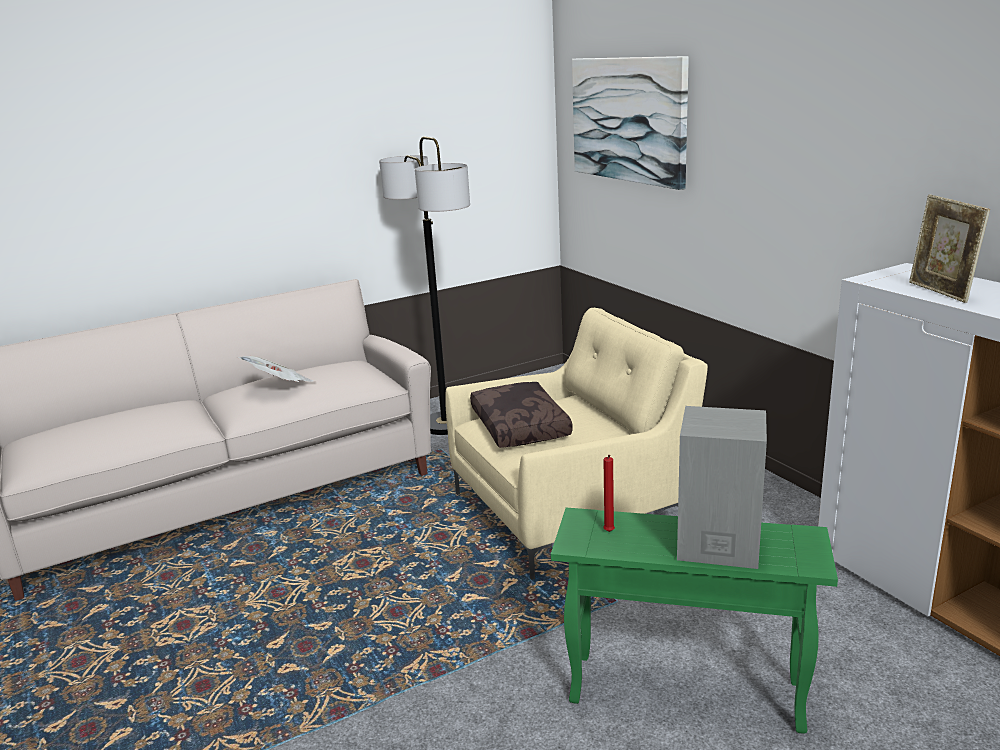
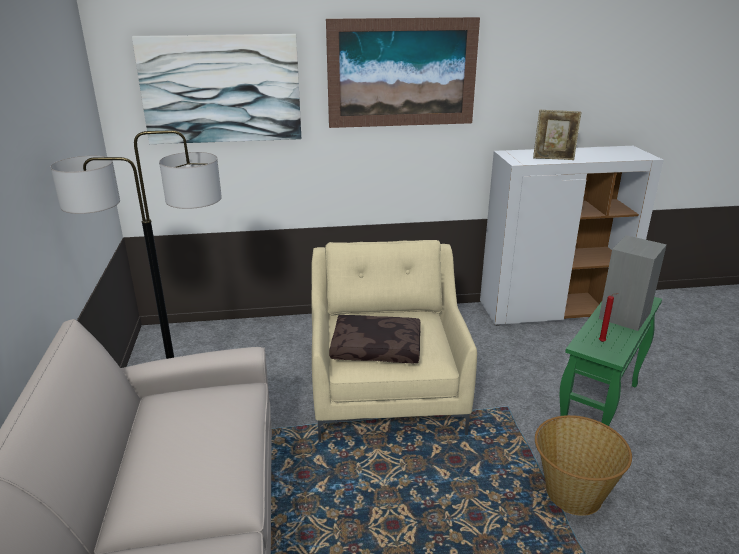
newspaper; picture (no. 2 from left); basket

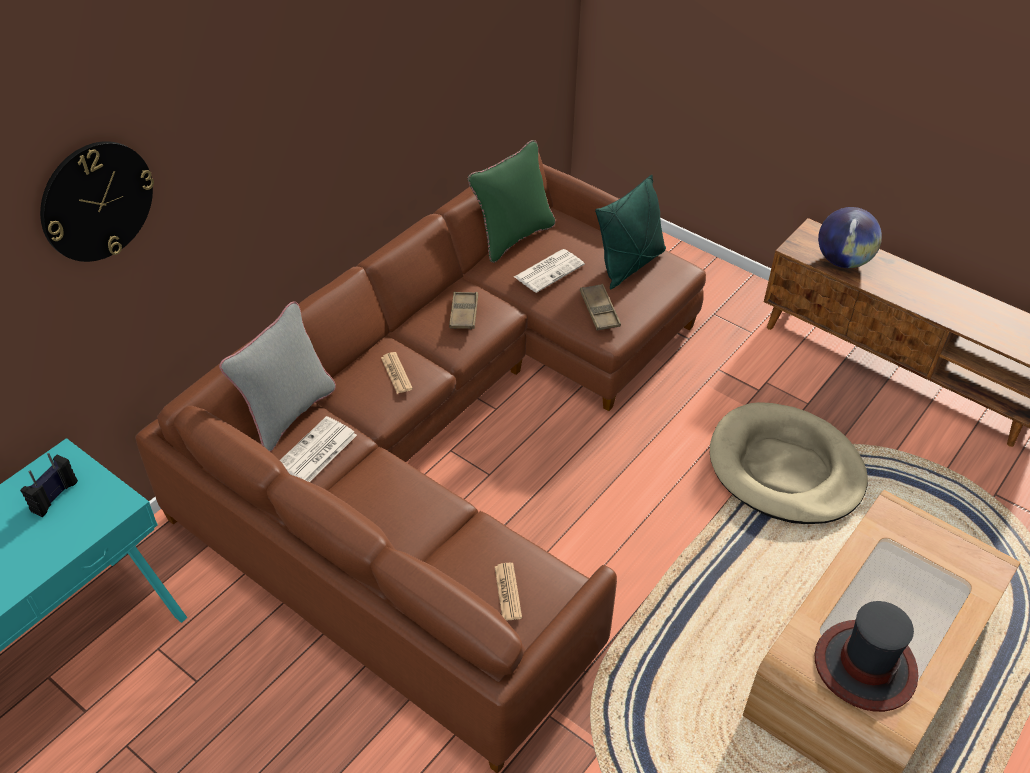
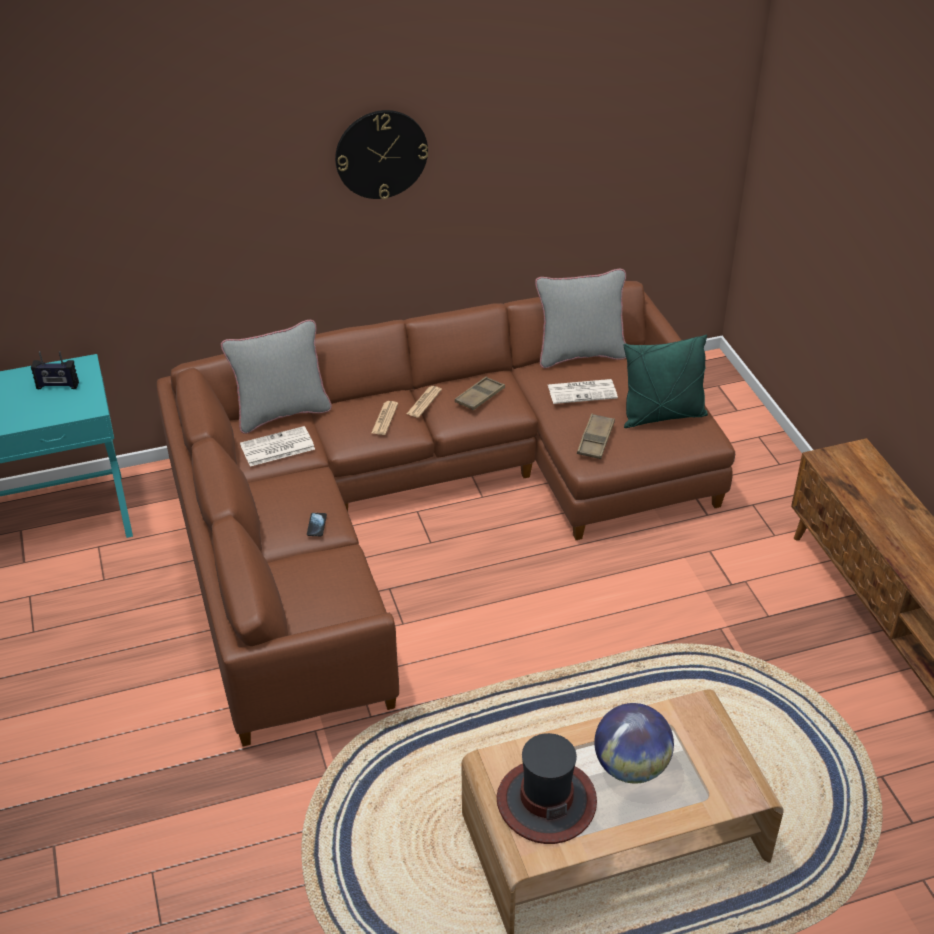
radio; wall clock; grey pillow (no. 2 from left); newspaper (no. 3 from left); beige dog bed; globe; phone

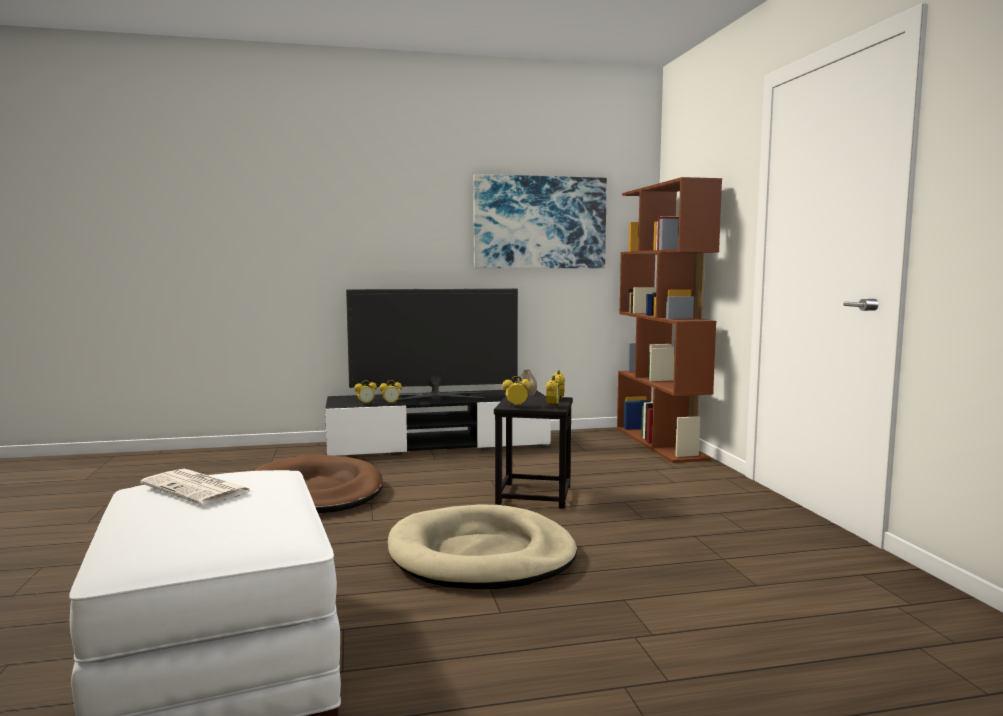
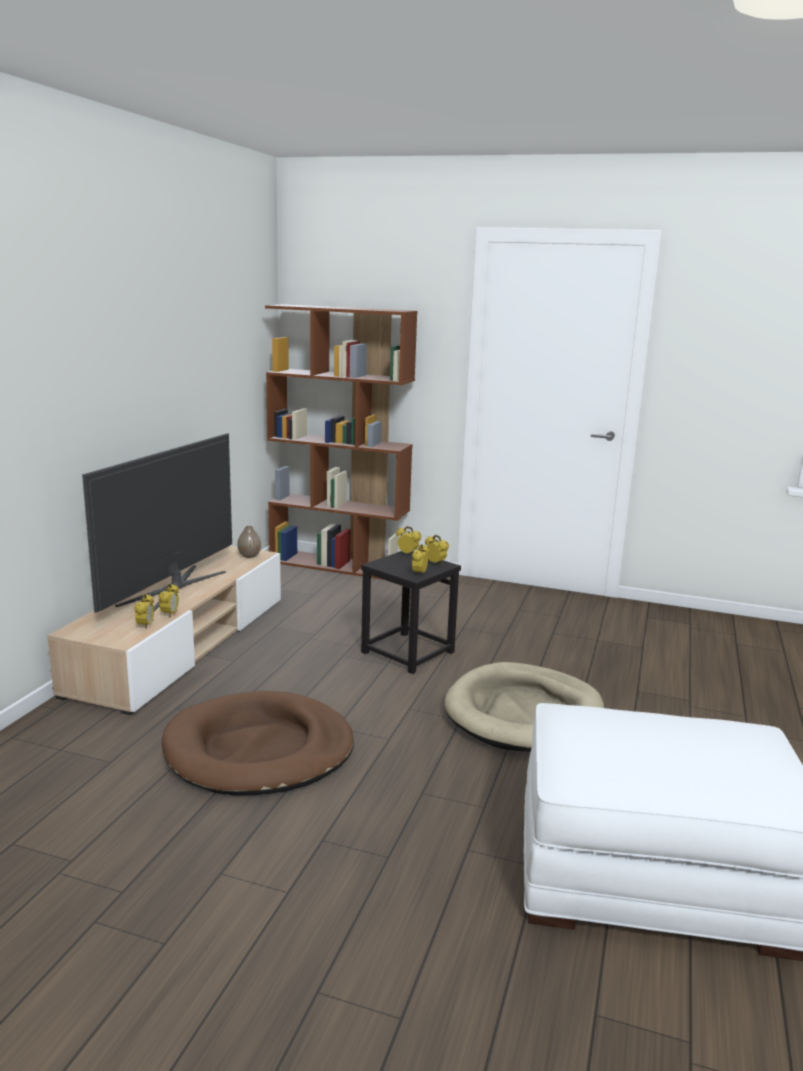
newspaper; beige tv stand; picture

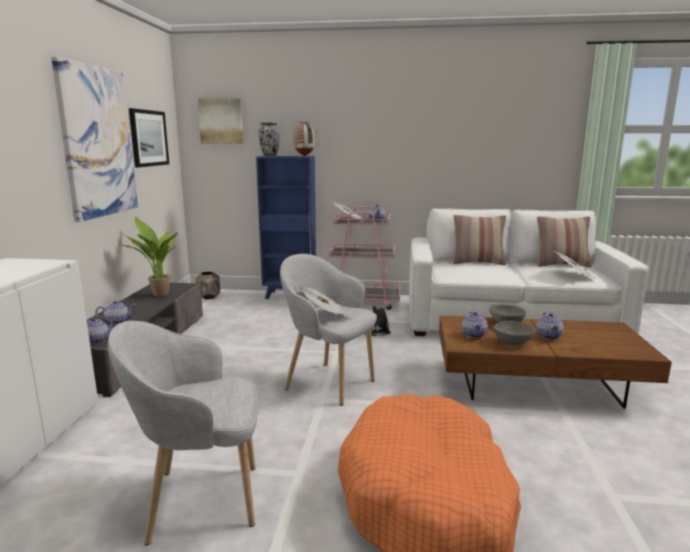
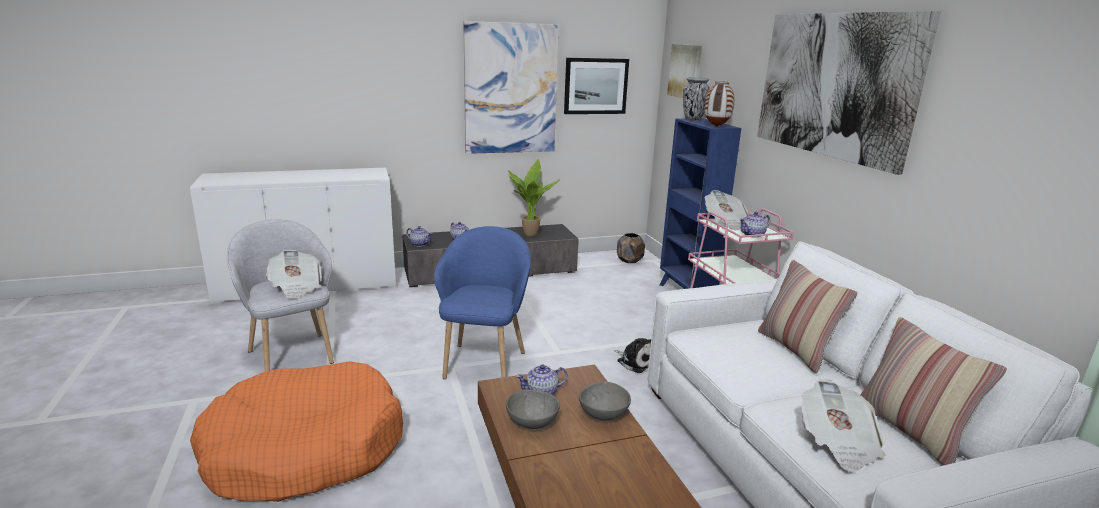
blue armchair; newspaper (no. 1 from left); teapot (no. 5 from left in the first image); picture (no. 4 from left)

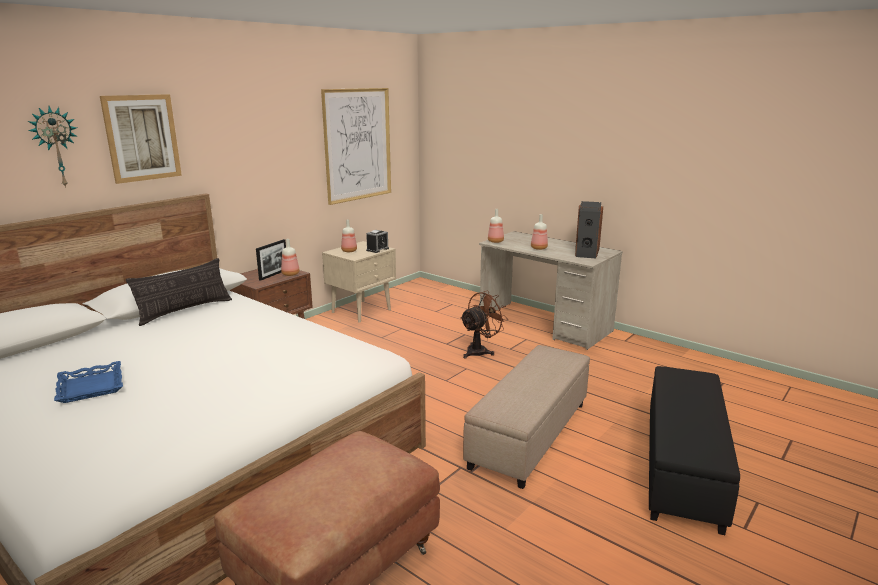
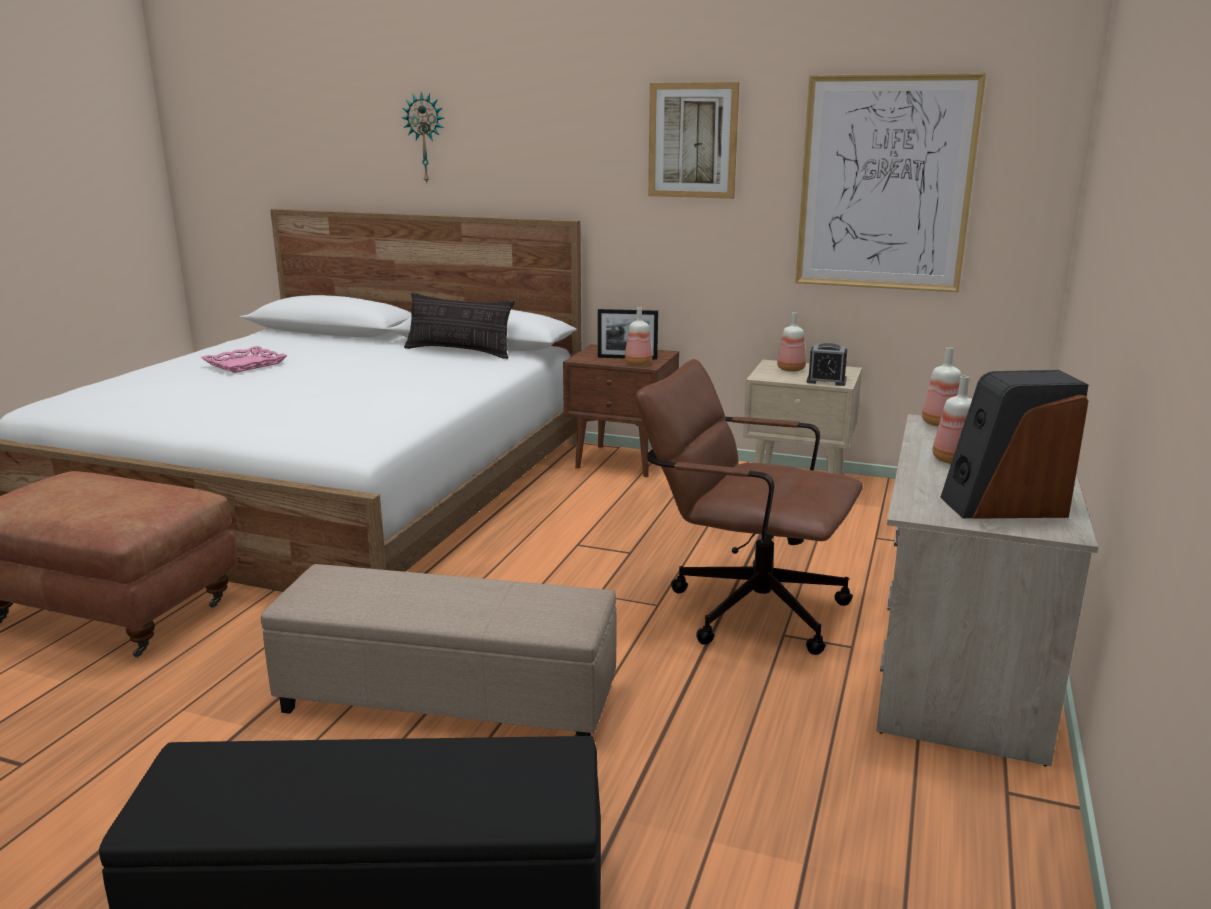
pink tray; picture (no. 1 from left); brown office chair

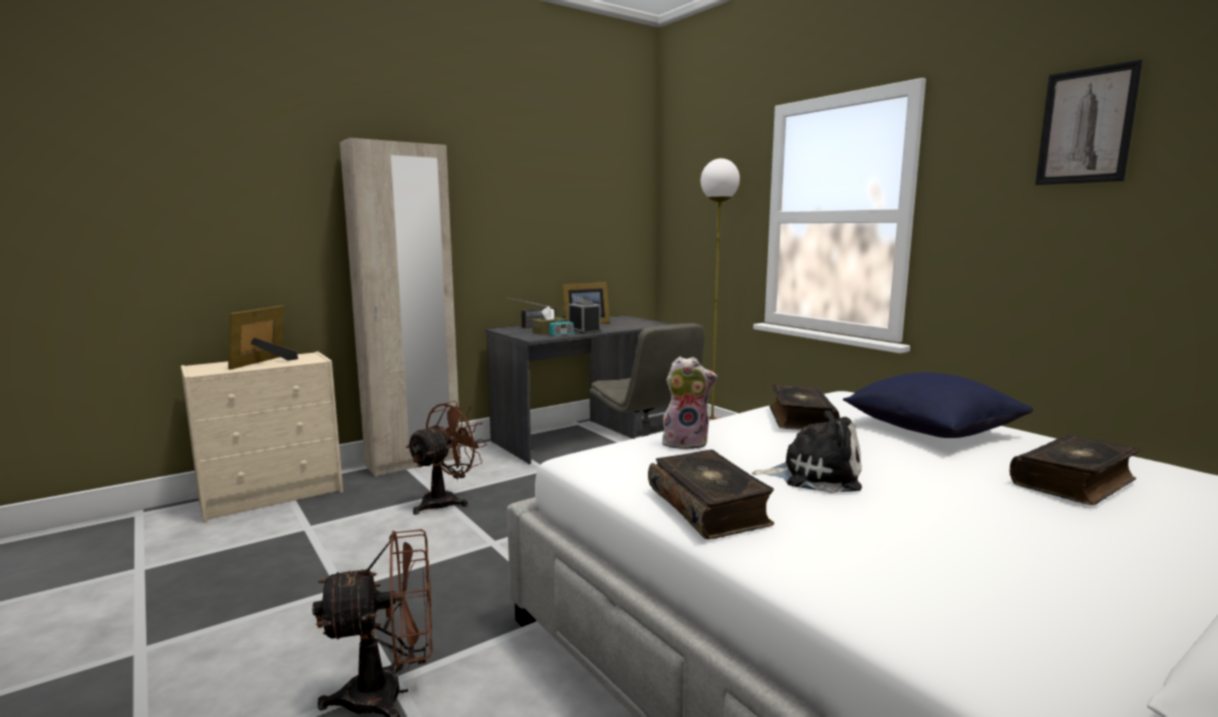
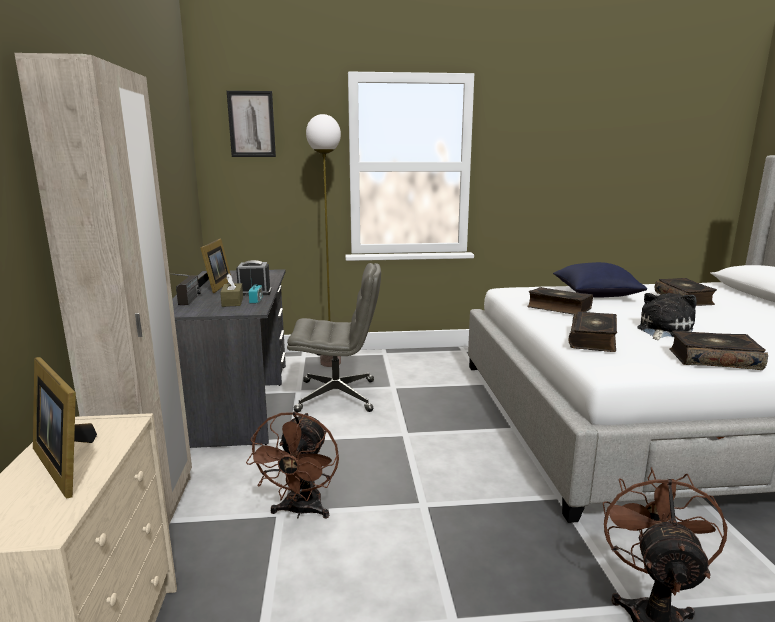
brown fan (no. 1 from left); book (no. 2 from left); picture

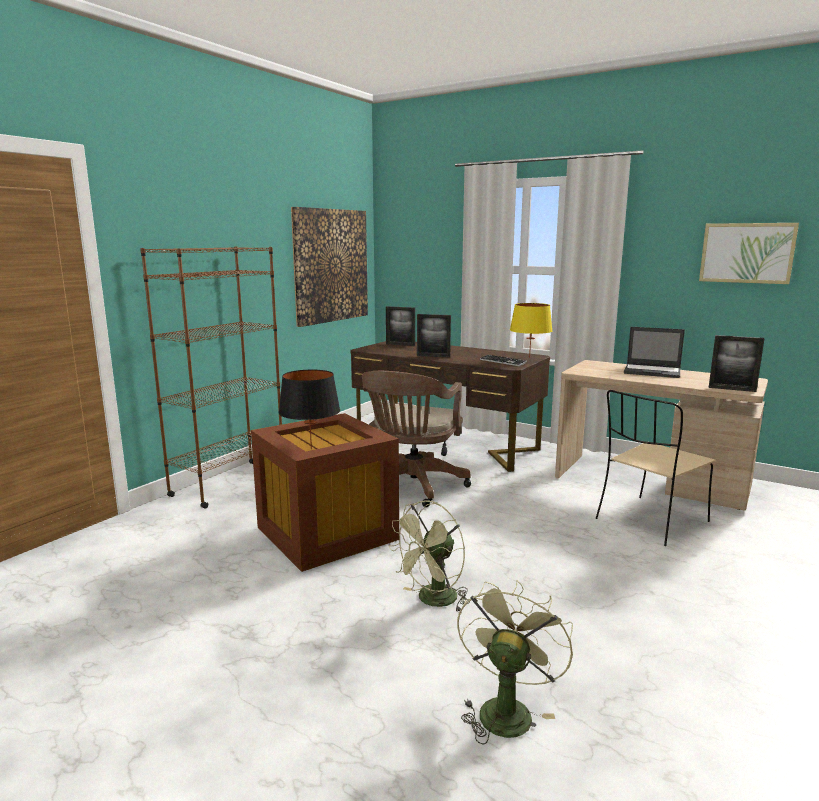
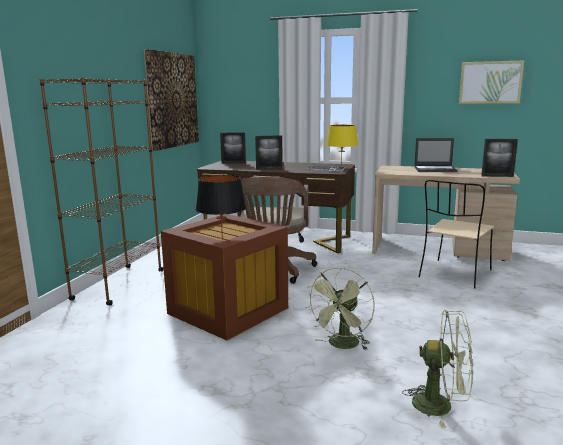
green fan (no. 2 from left)

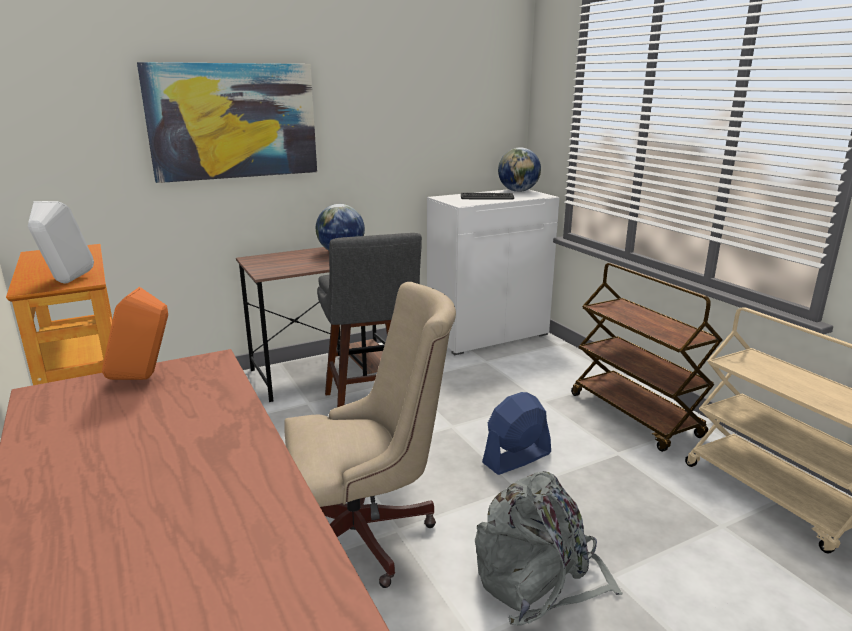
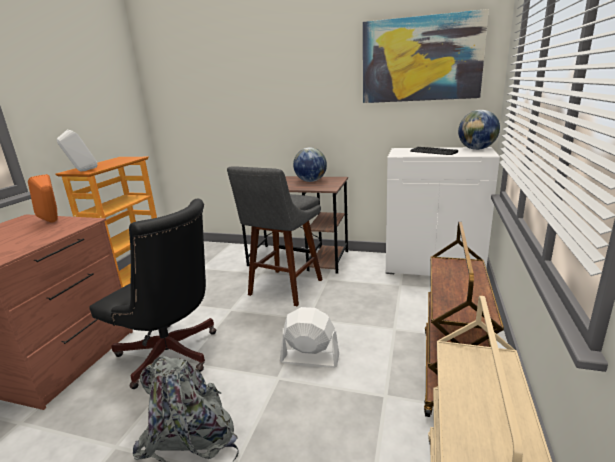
picture; black office chair; white fan

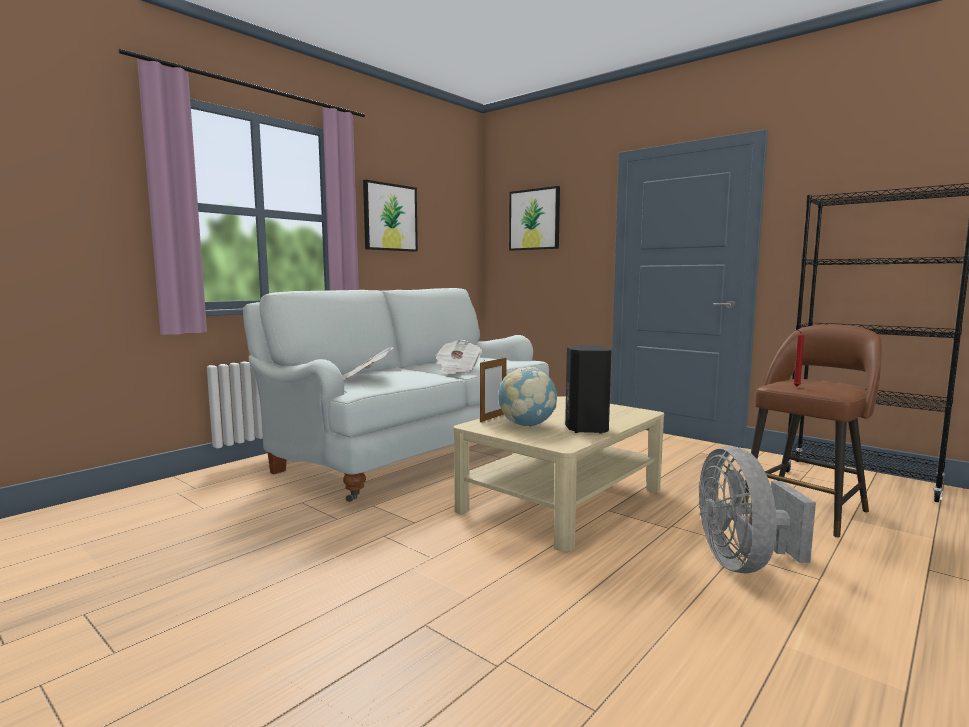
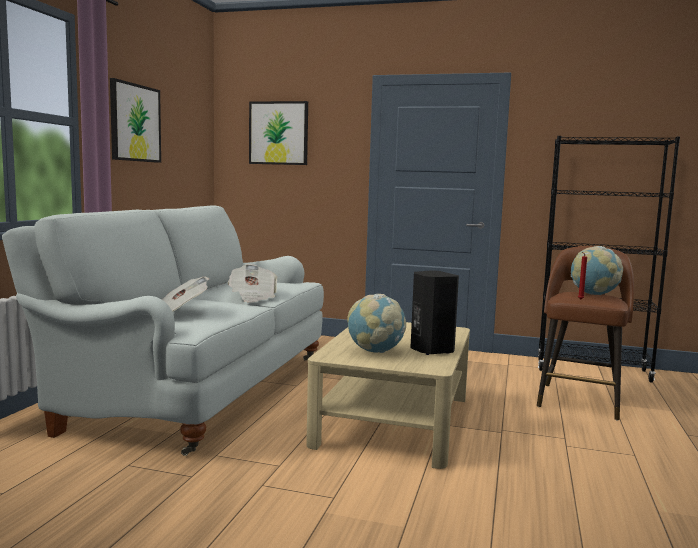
picture frame; grey fan; globe (no. 2 from left)

